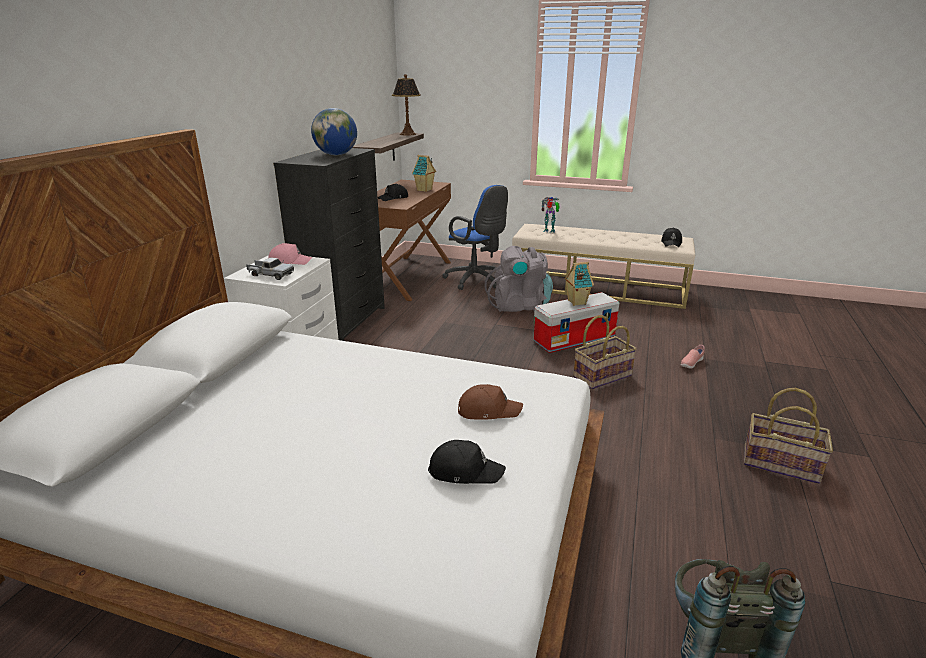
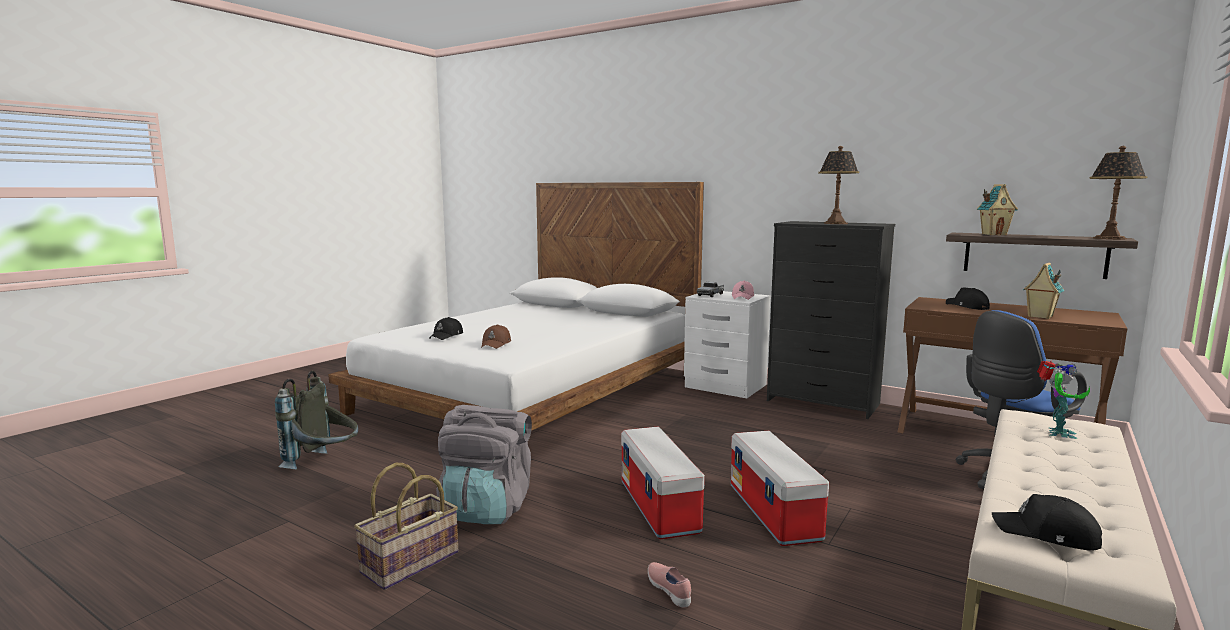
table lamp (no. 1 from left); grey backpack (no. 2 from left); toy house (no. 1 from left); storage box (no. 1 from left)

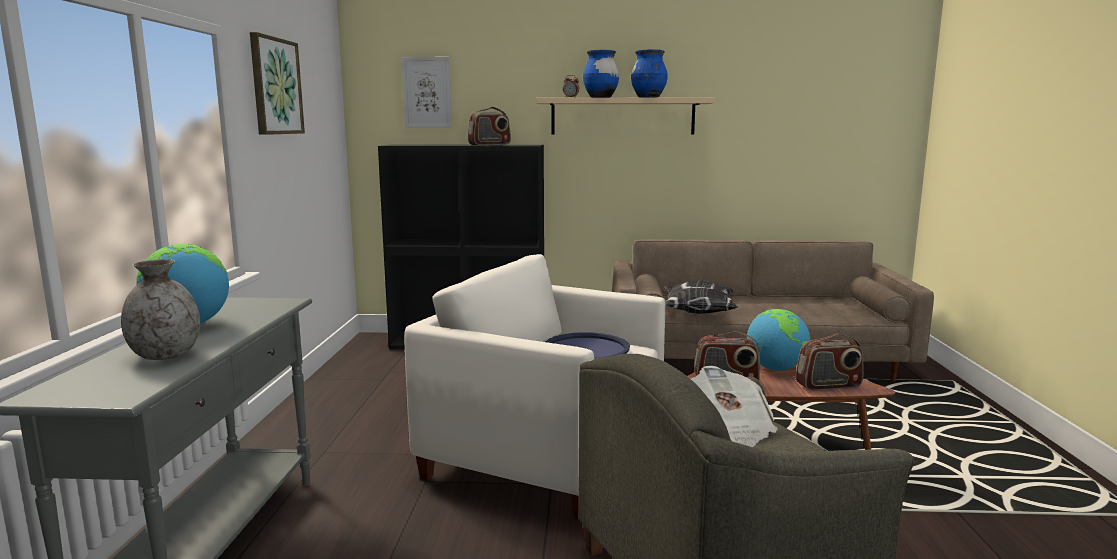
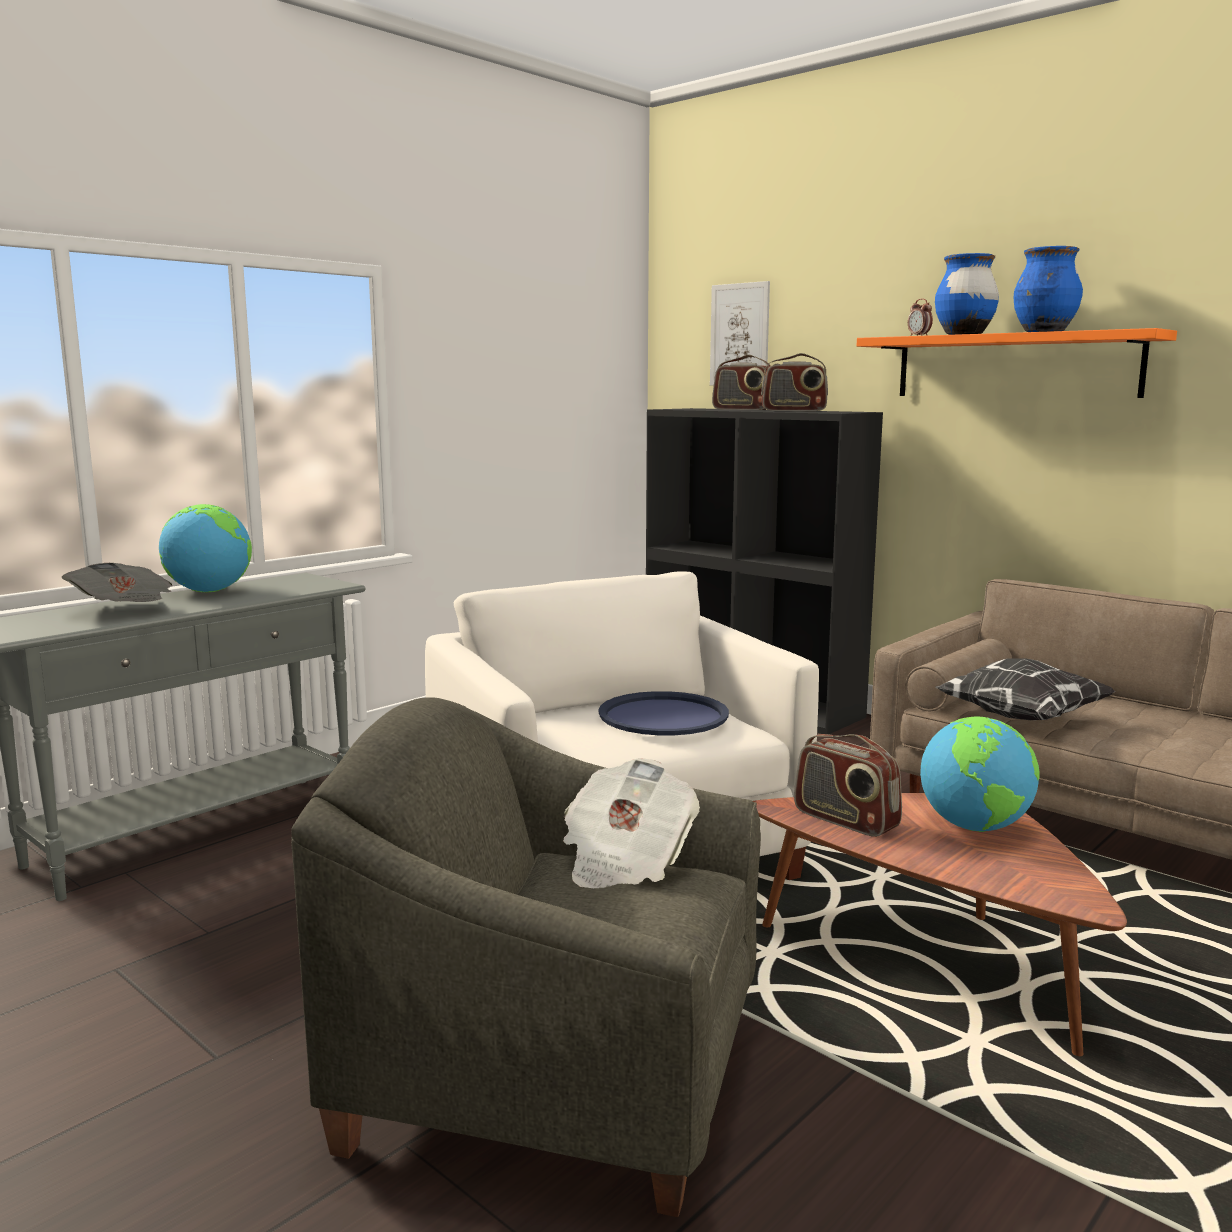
newspaper (no. 1 from left); picture (no. 1 from left in the first image); orange shelf; radio (no. 1 from left)

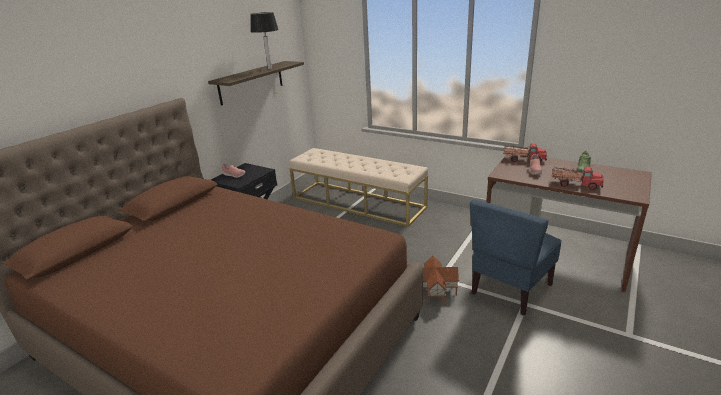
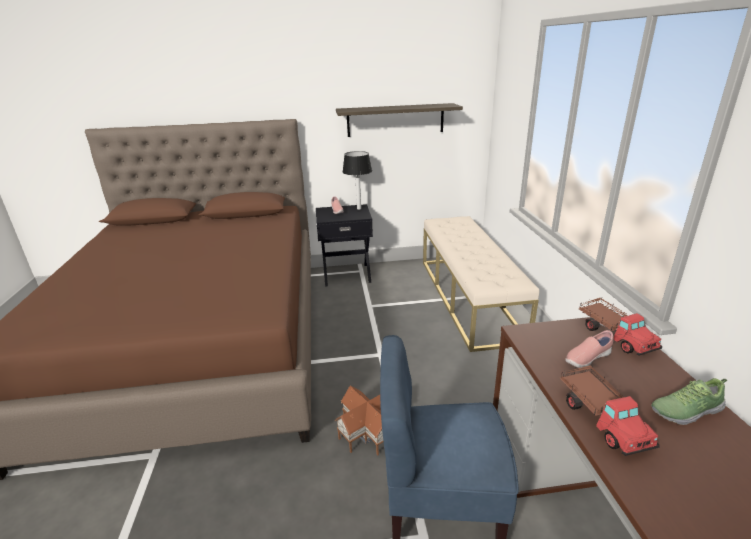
table lamp

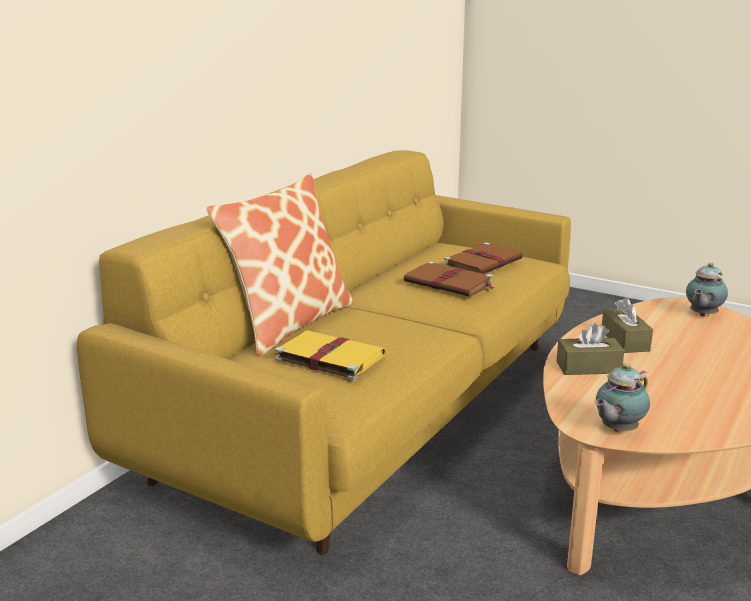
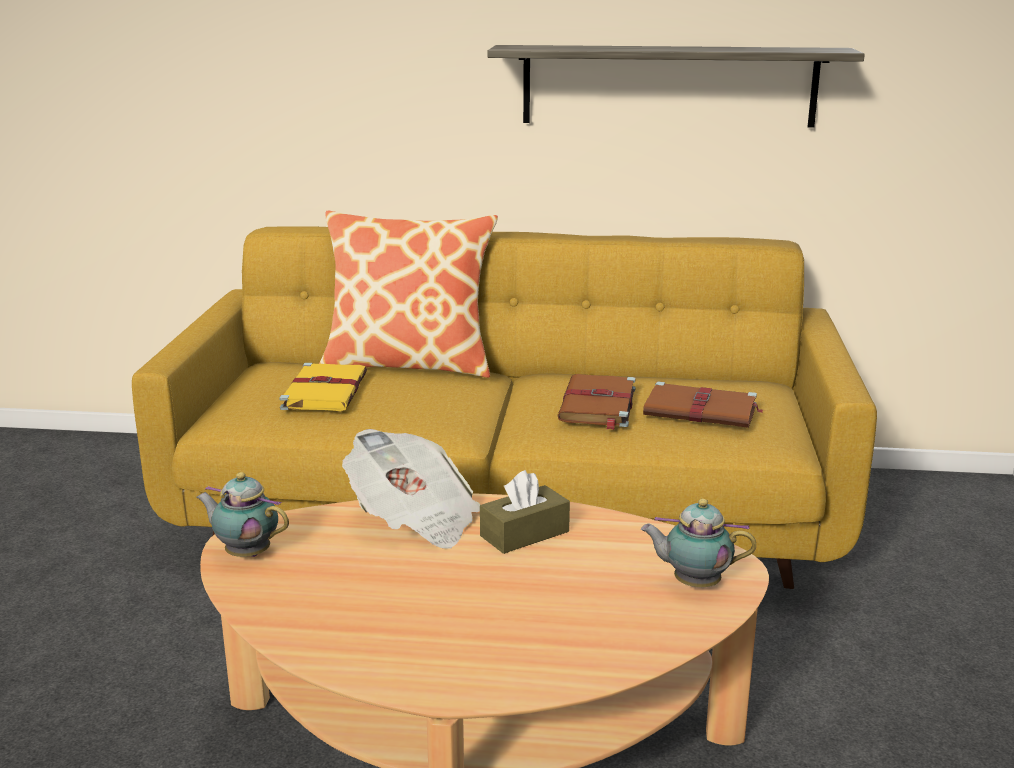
newspaper; shelf

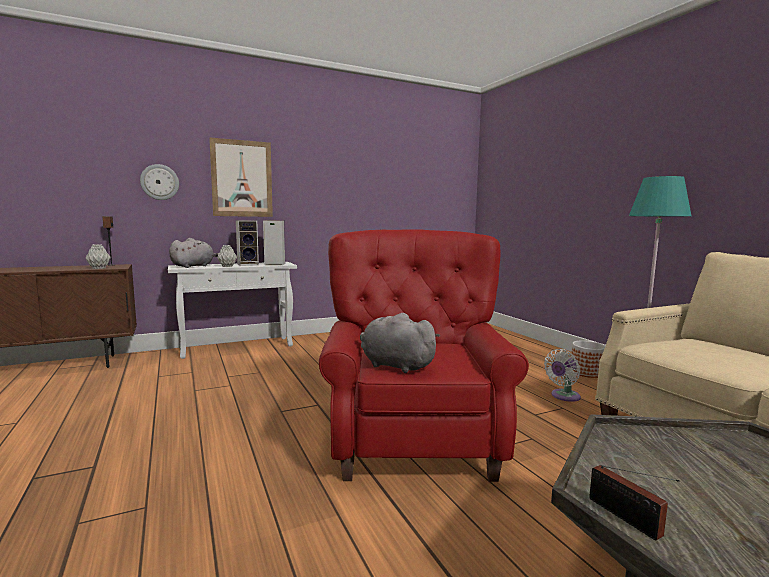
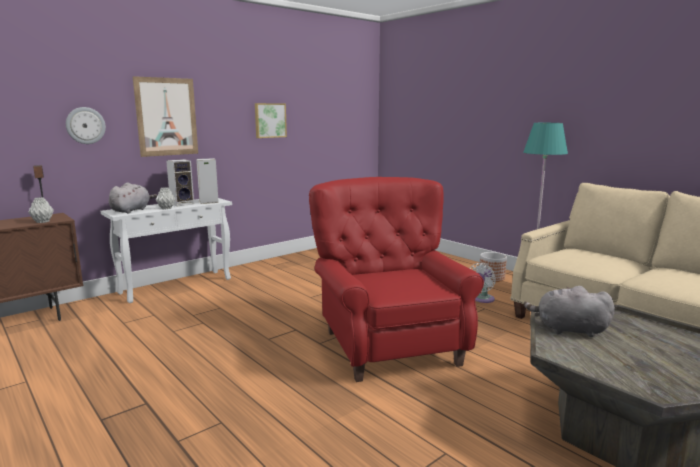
grey plush toy (no. 2 from left); radio; picture (no. 2 from left)

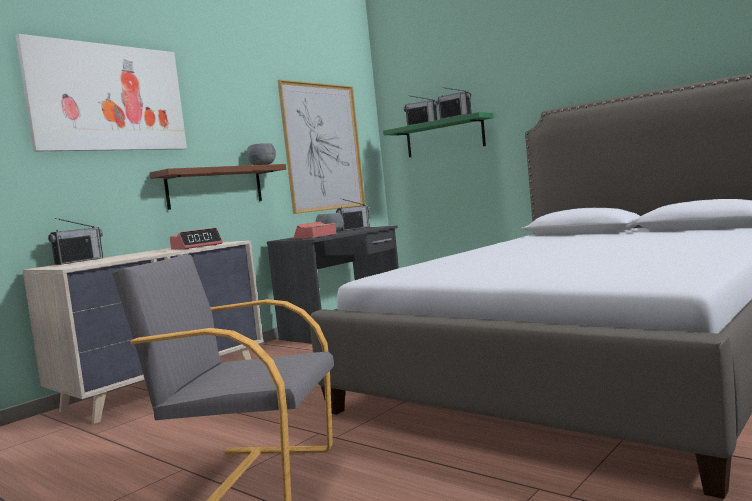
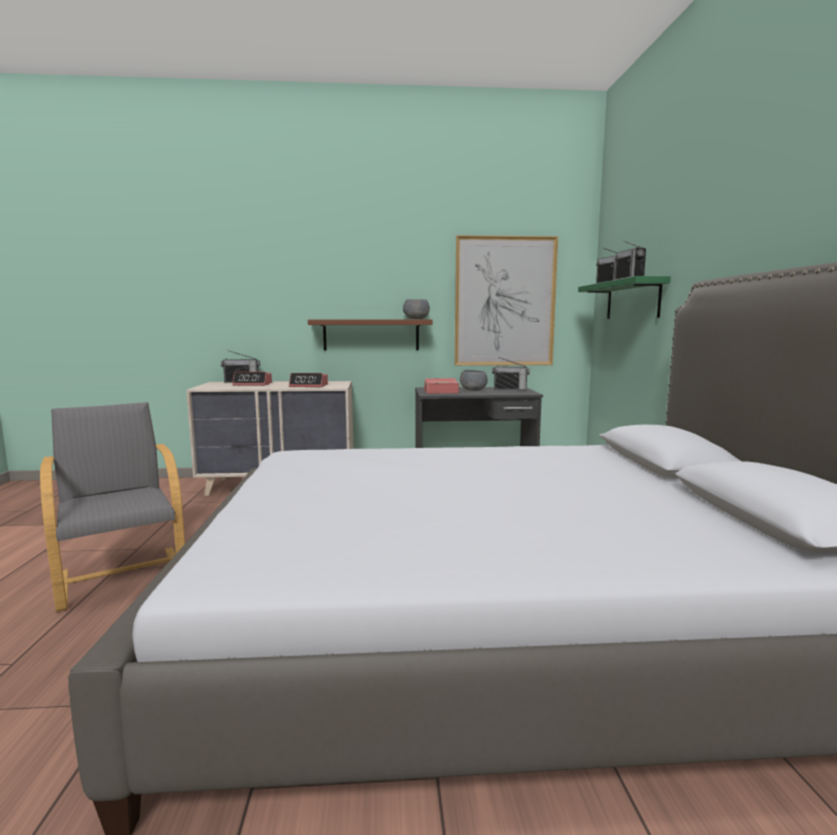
picture (no. 1 from left in the first image); alarm clock (no. 1 from left)

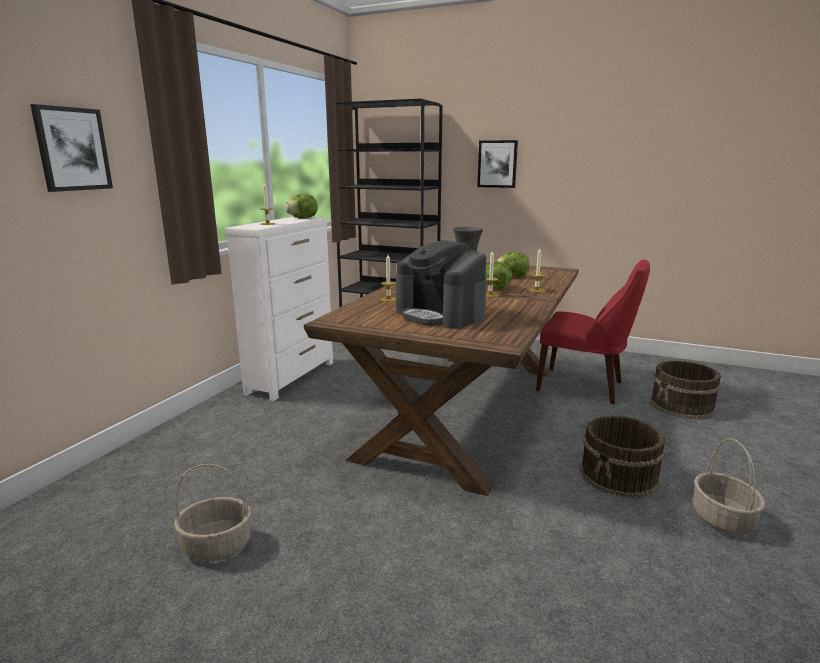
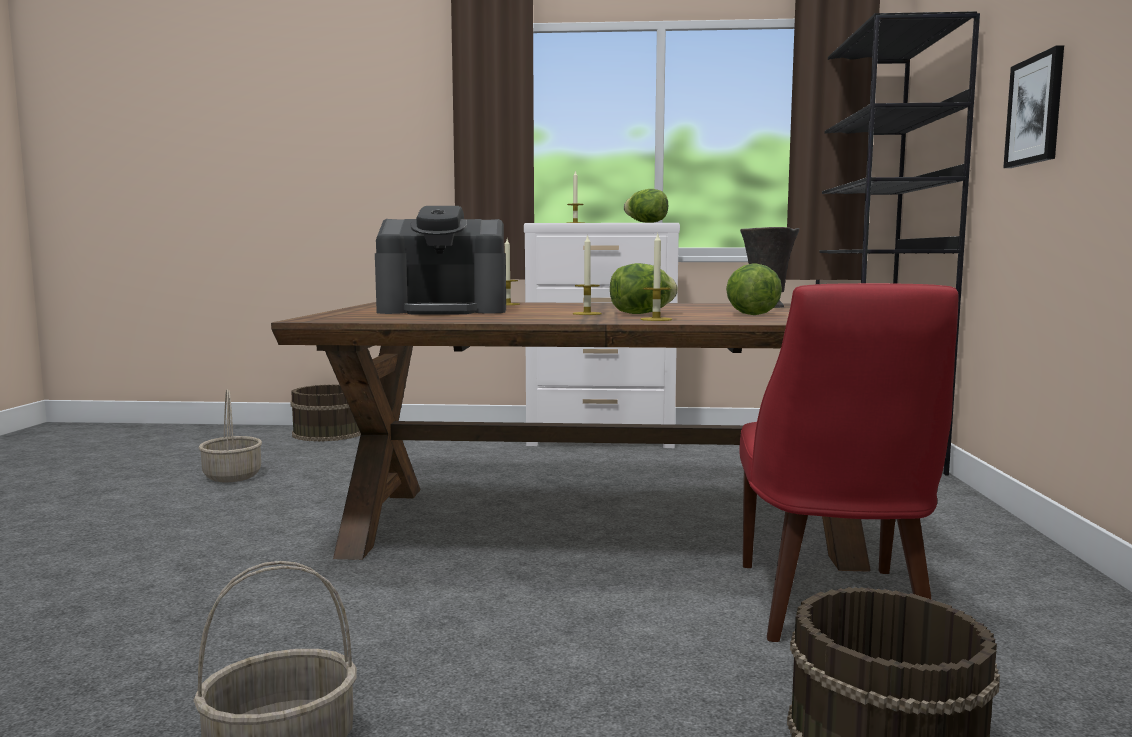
picture (no. 1 from left in the first image); coffee machine; brown bucket (no. 1 from left)

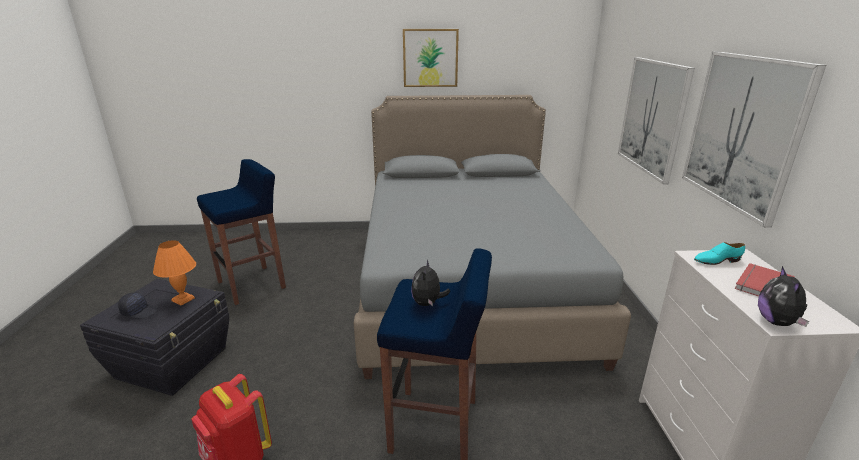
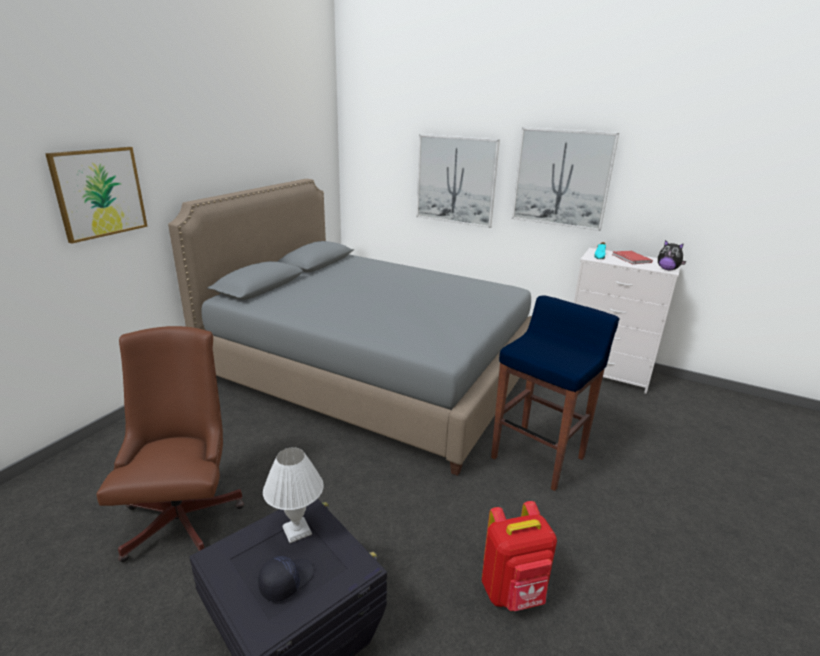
white table lamp; brown office chair; picture (no. 1 from left); plush toy (no. 1 from left in the first image)

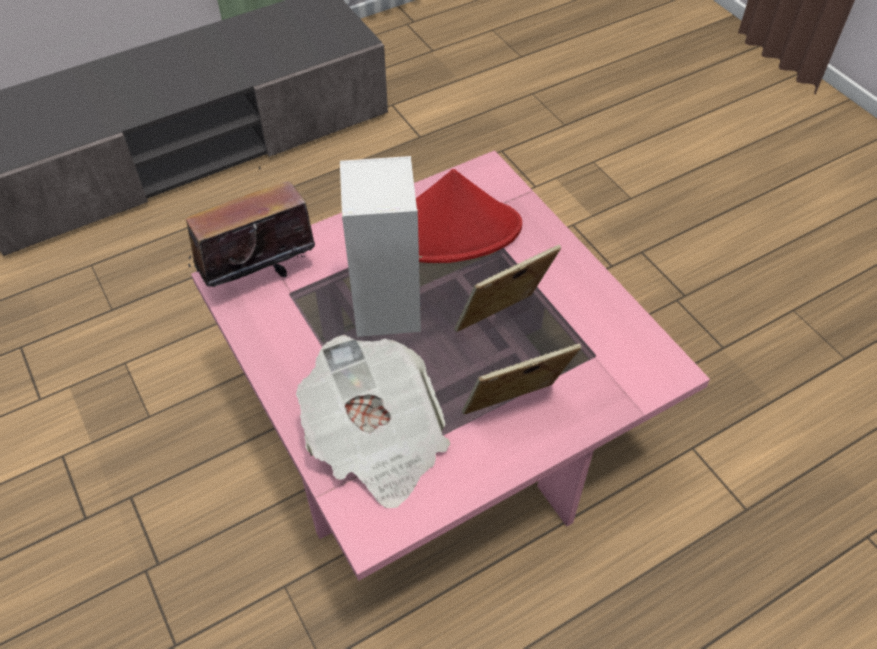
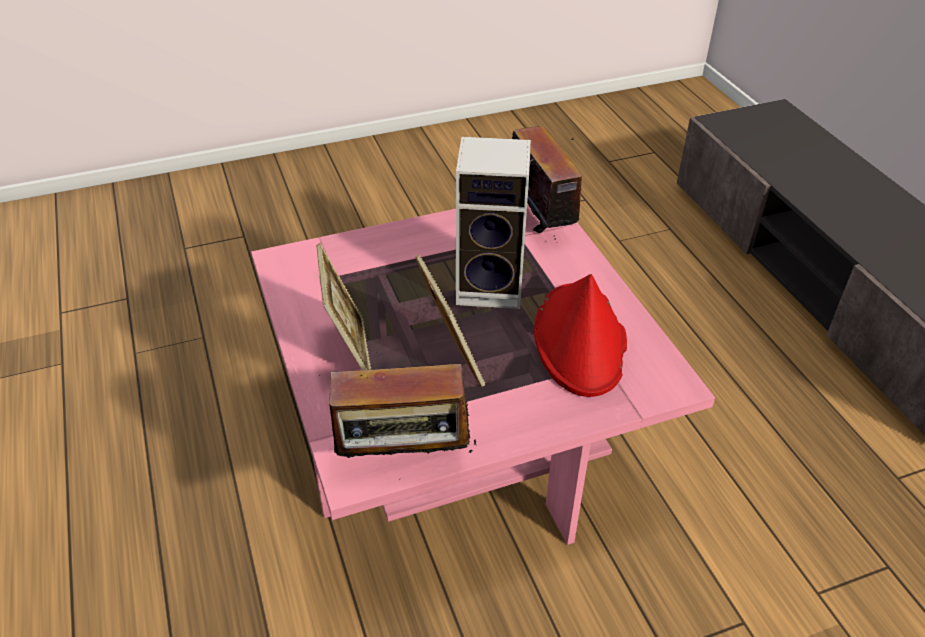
newspaper; radio (no. 1 from left)

